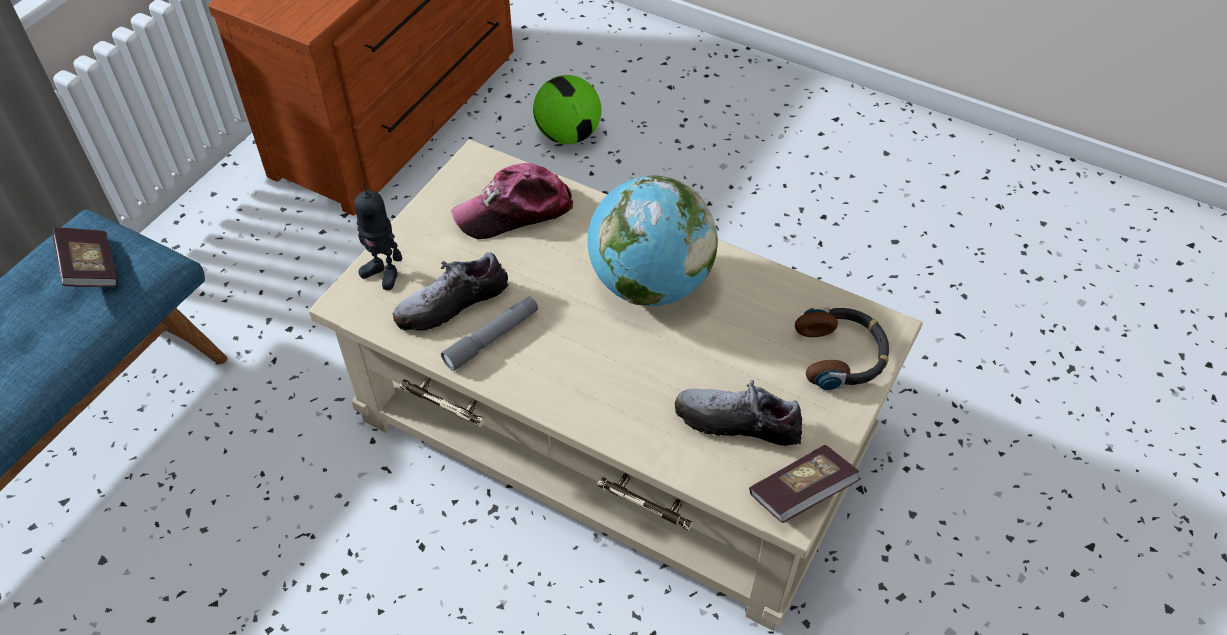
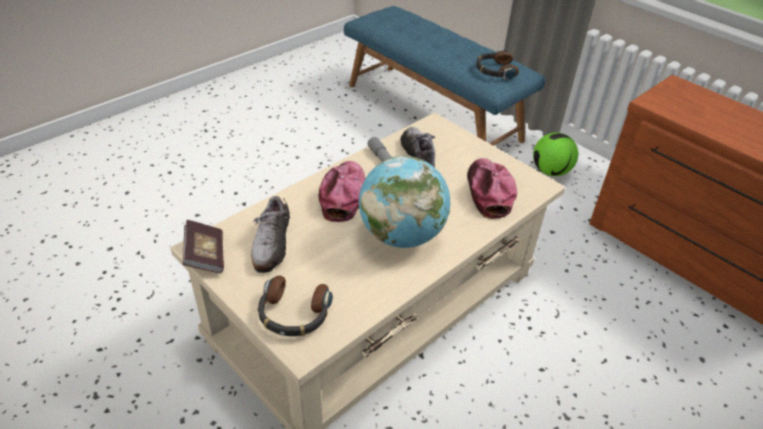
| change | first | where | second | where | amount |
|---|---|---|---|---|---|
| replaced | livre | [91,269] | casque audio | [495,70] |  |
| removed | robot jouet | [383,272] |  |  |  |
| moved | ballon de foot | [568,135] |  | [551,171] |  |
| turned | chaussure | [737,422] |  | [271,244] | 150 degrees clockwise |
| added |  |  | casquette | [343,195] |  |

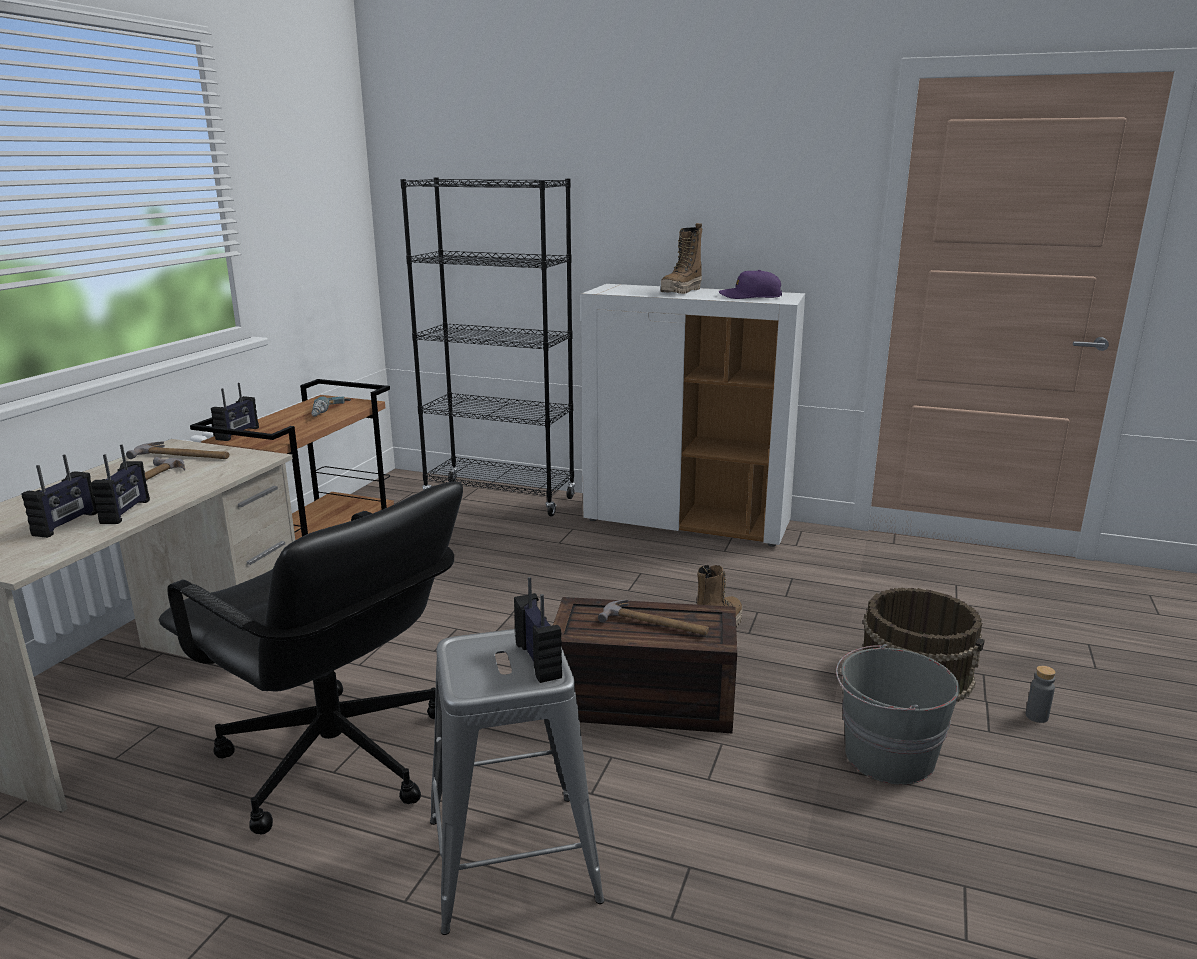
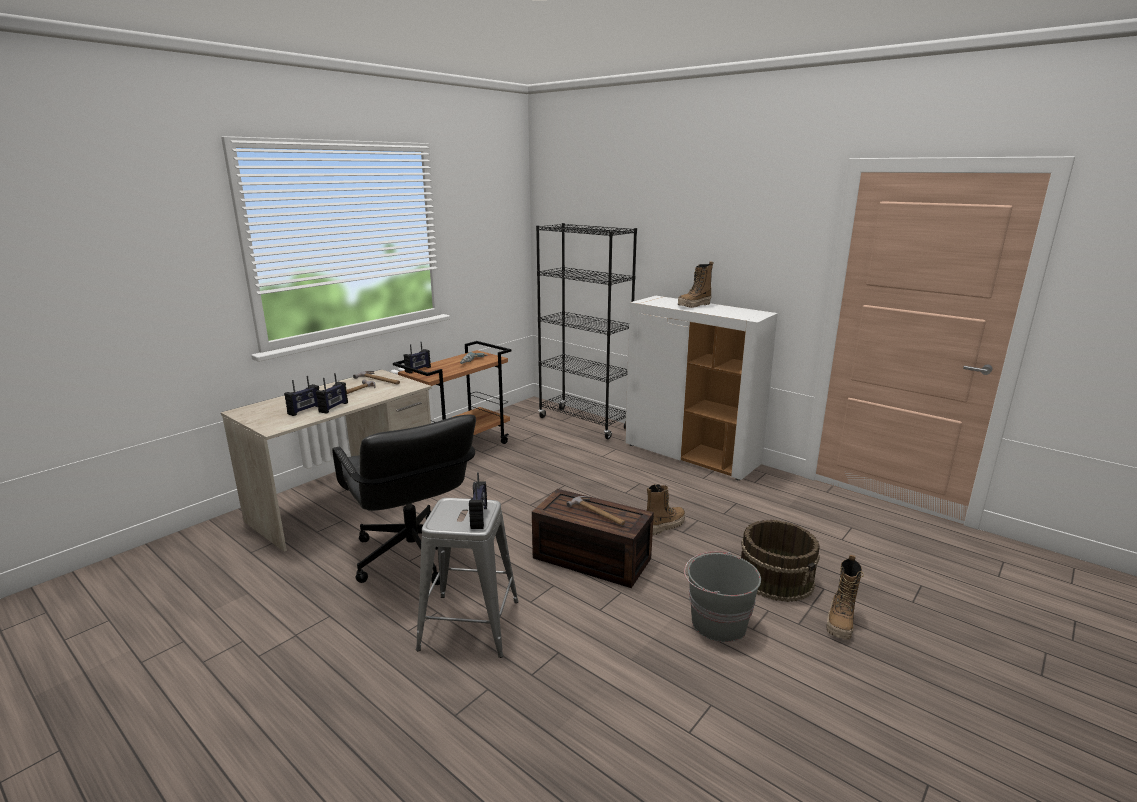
| change | first | where | second | where | amount |
|---|---|---|---|---|---|
| removed | casquette/violet | [750,296] |  |  |  |
| replaced | bouteille/gris | [1036,716] | botte | [840,622] |  |

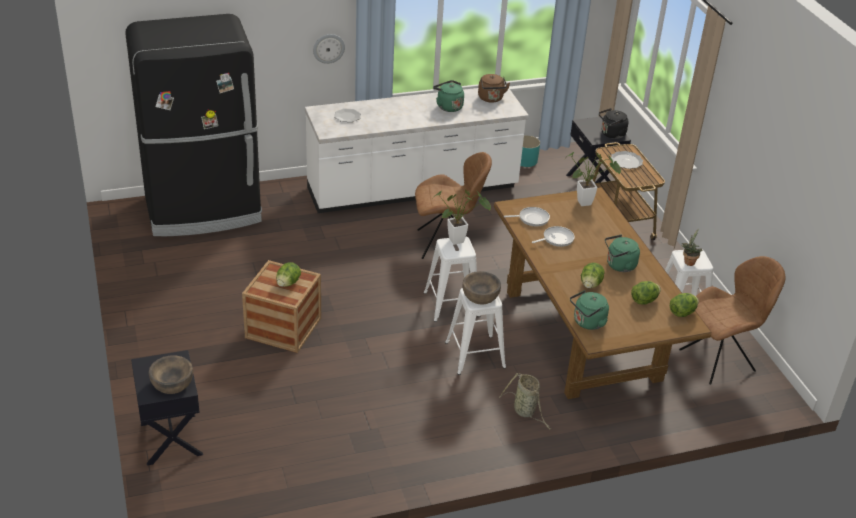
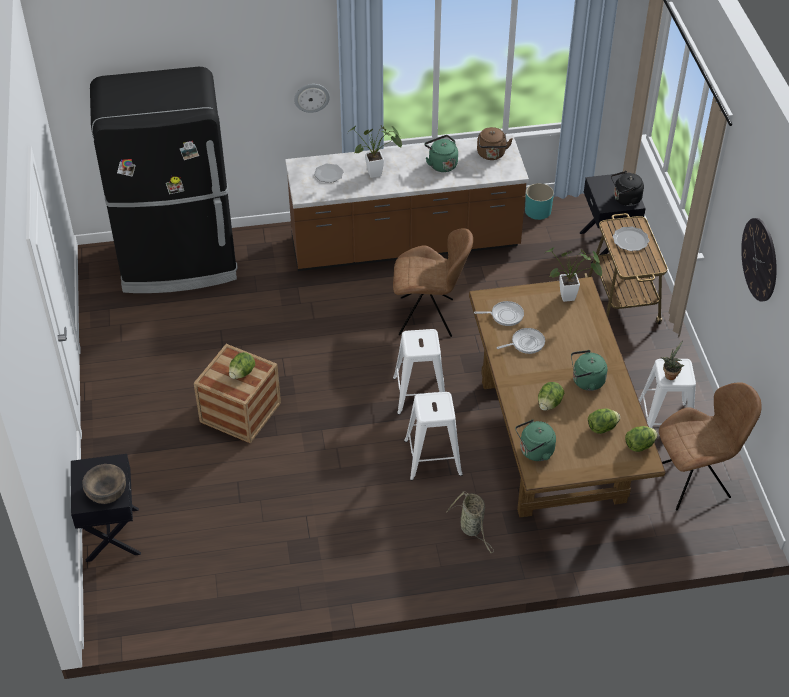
| change | first | where | second | where | amount |
|---|---|---|---|---|---|
| recoloured | comptoir de cuisine/blanc | [413,190] | comptoir de cuisine/marron | [405,245] |  |
| moved | plante en pot | [459,240] |  | [378,173] |  |
| removed | bol/marron | [480,295] |  |  |  |
| added |  |  | horloge murale | [759,259] |  |

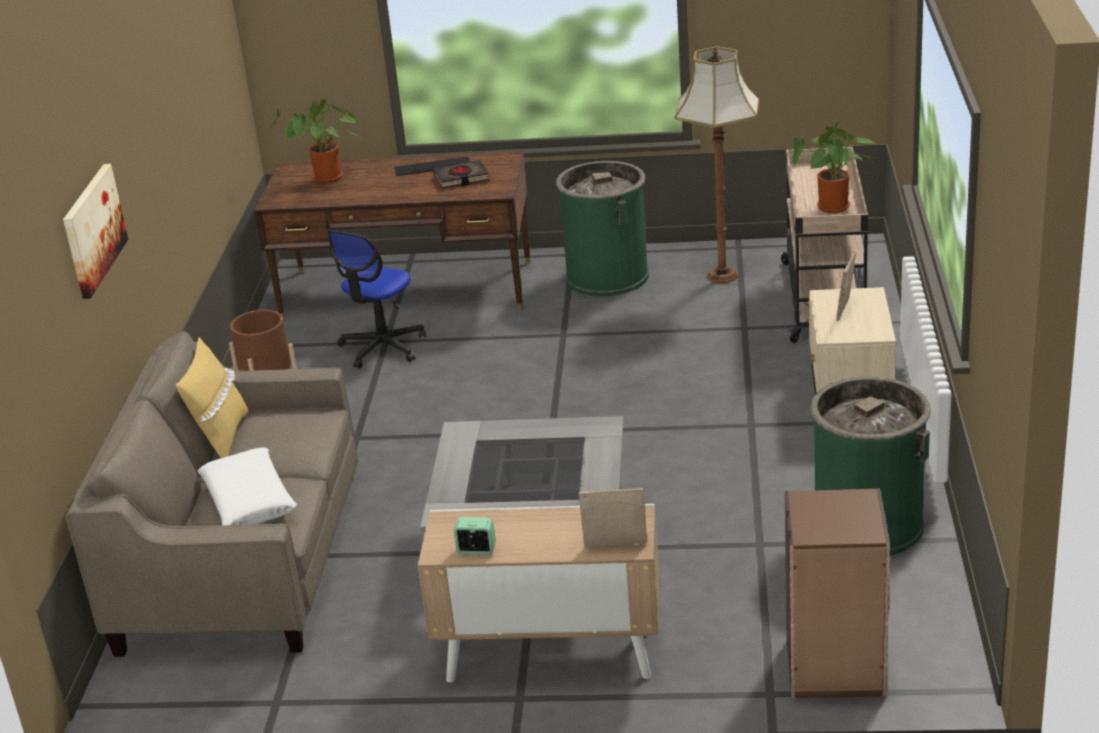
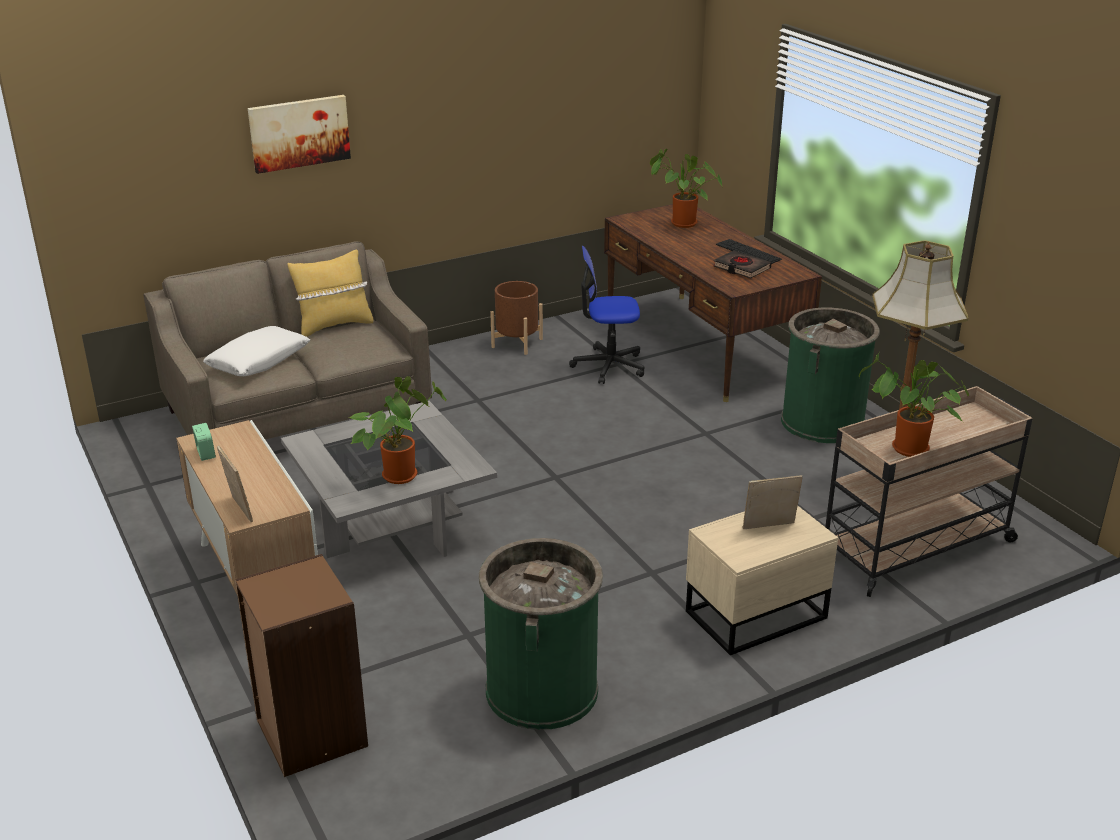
| change | first | where | second | where | amount |
|---|---|---|---|---|---|
| added |  |  | plante en pot | [400,473] |  |

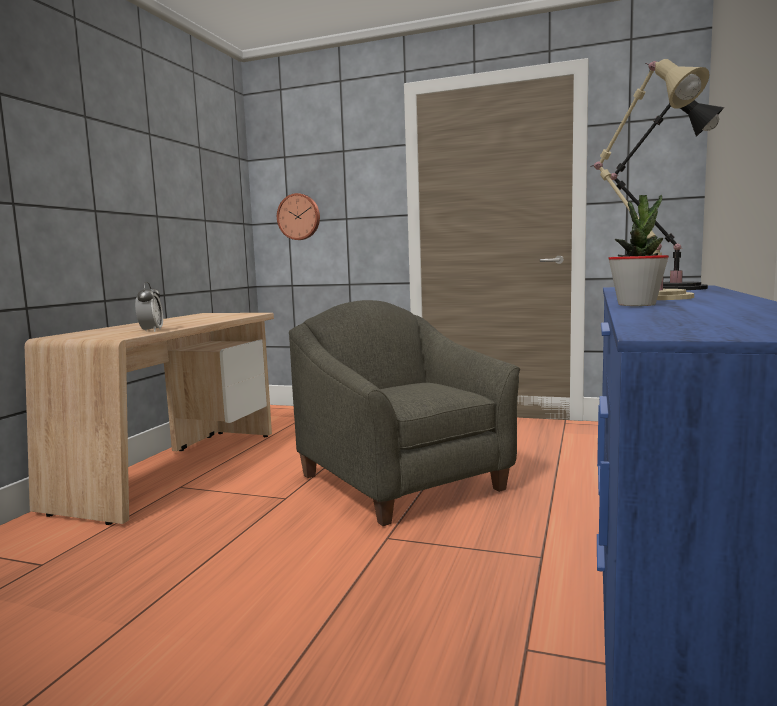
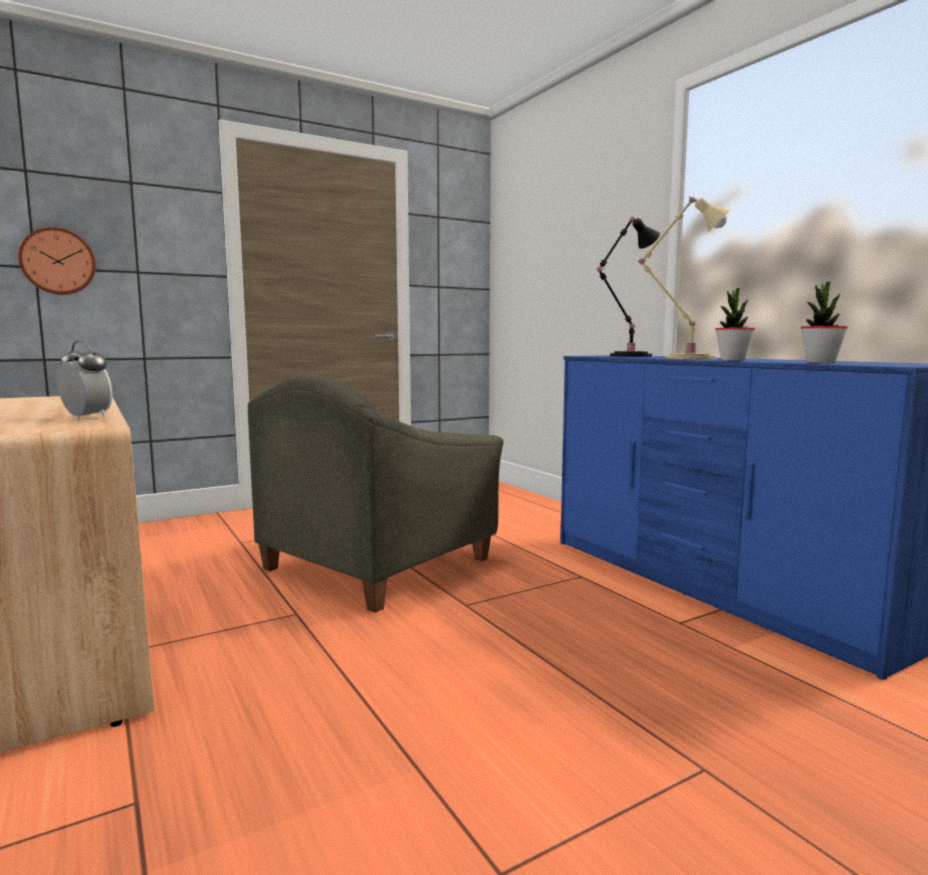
| change | first | where | second | where | amount |
|---|---|---|---|---|---|
| turned | fauteuil/gris | [403,482] |  | [380,565] | 60 degrees counterclockwise |
| added |  |  | plante en pot | [820,362] |  |

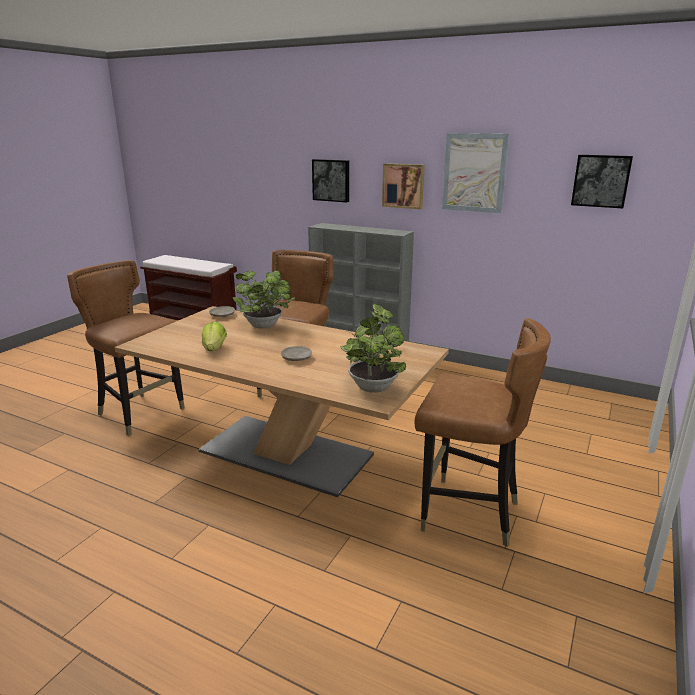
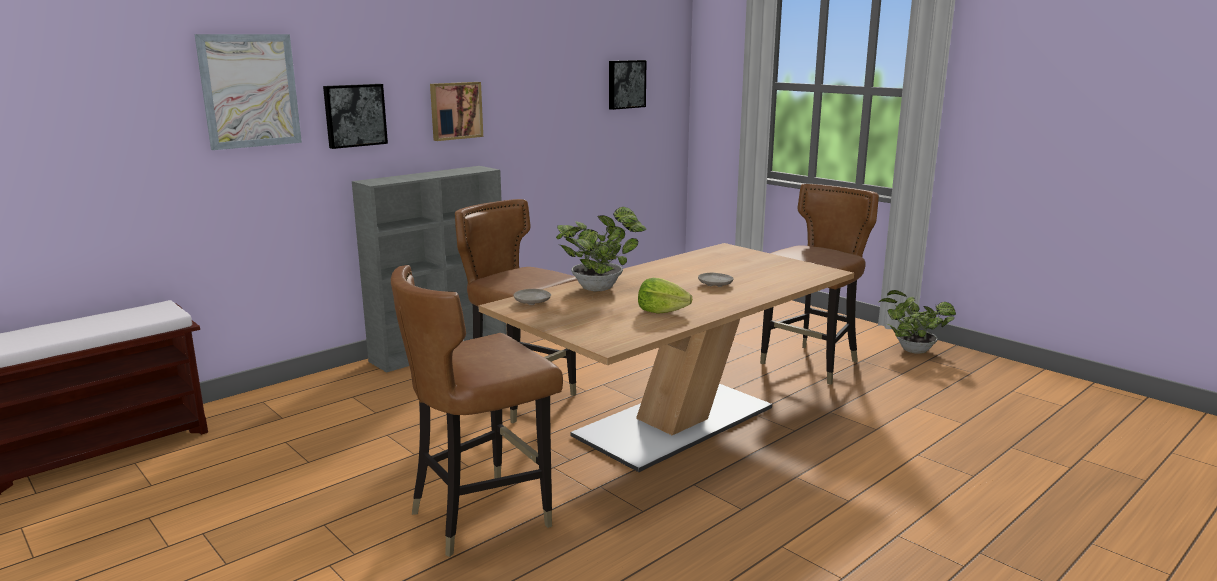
| change | first | where | second | where | amount |
|---|---|---|---|---|---|
| moved | plante en pot | [373,386] |  | [911,350] |  |
| moved | tableau | [474,173] |  | [250,91] |  |

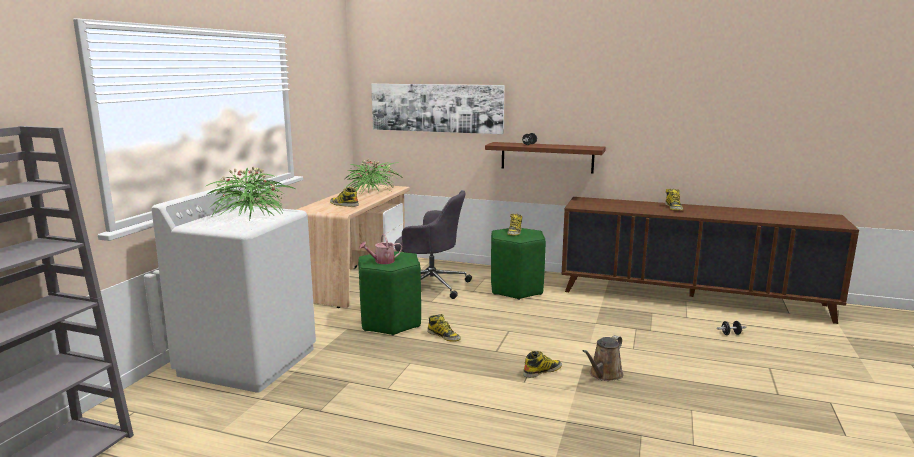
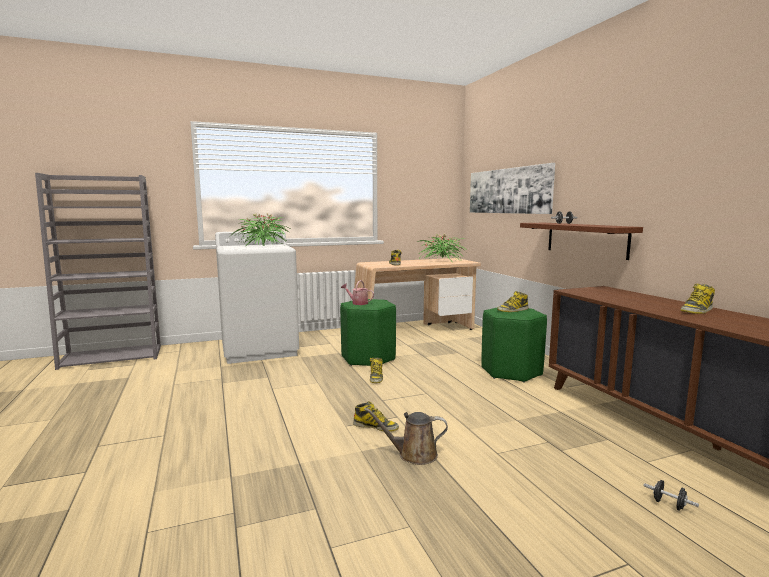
| change | first | where | second | where | amount |
|---|---|---|---|---|---|
| removed | chaise de bureau/gris | [431,285] |  |  |  |

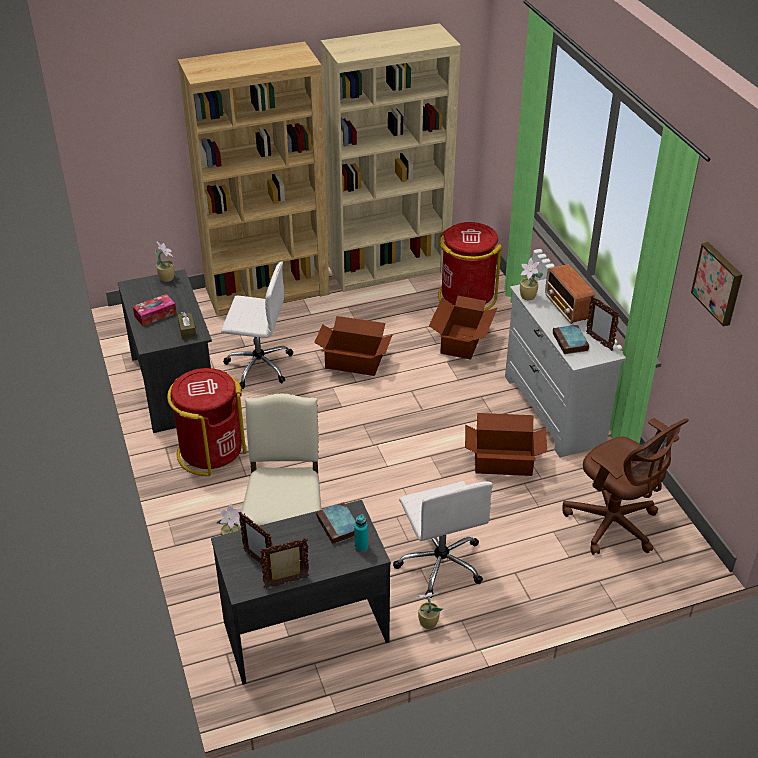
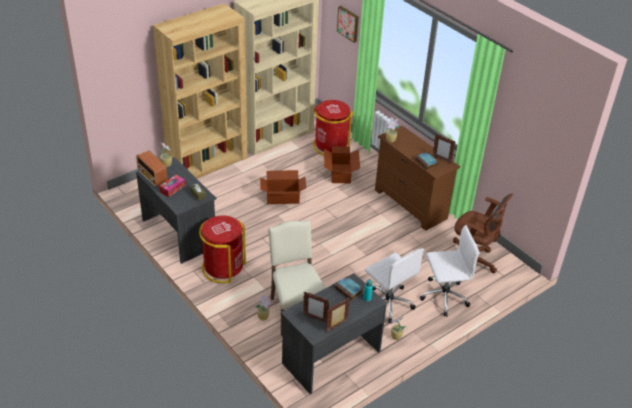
| change | first | where | second | where | amount |
|---|---|---|---|---|---|
| moved | chaise de bureau/blanc | [258,365] |  | [443,296] |  |
| removed | carton | [503,462] |  |  |  |
| recoloured | commode/blanc | [553,410] | commode/marron | [410,204] |  |
| moved | radio | [567,309] |  | [153,178] |  |
| moved | tableau | [719,283] |  | [348,23] |  |

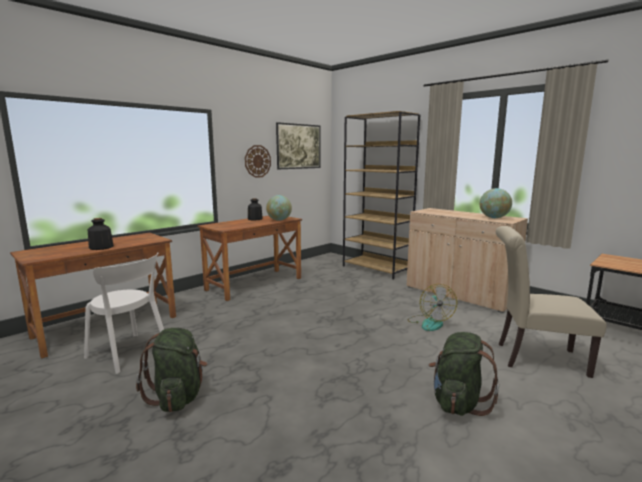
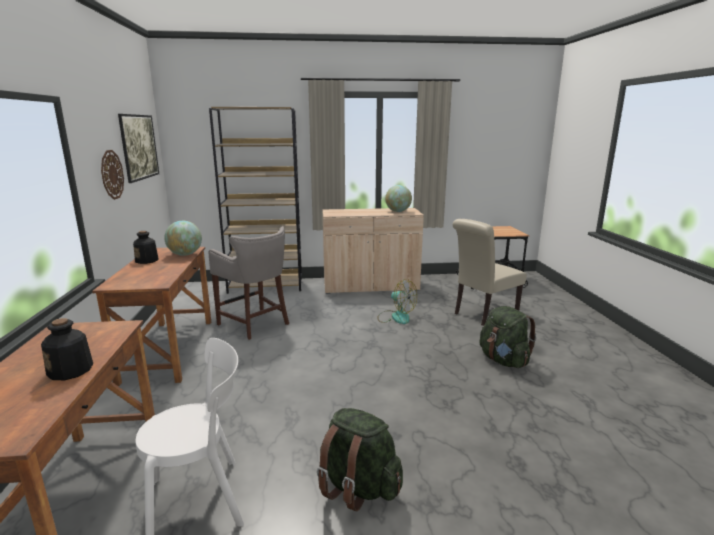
| change | first | where | second | where | amount |
|---|---|---|---|---|---|
| added |  |  | tabouret/gris | [255,324] |  |

